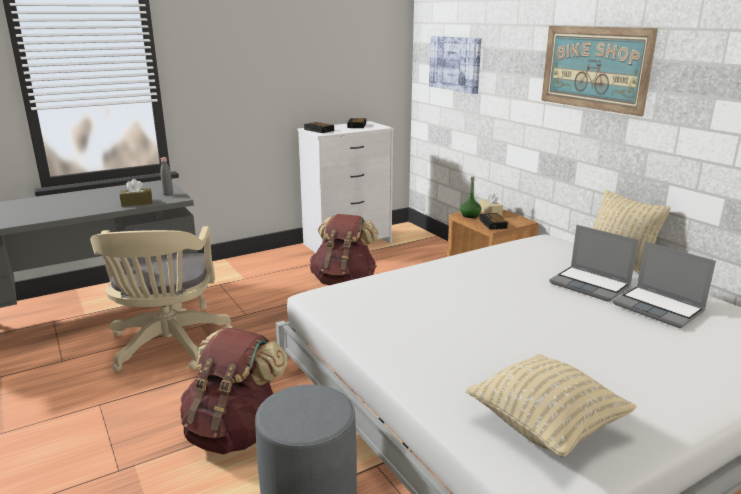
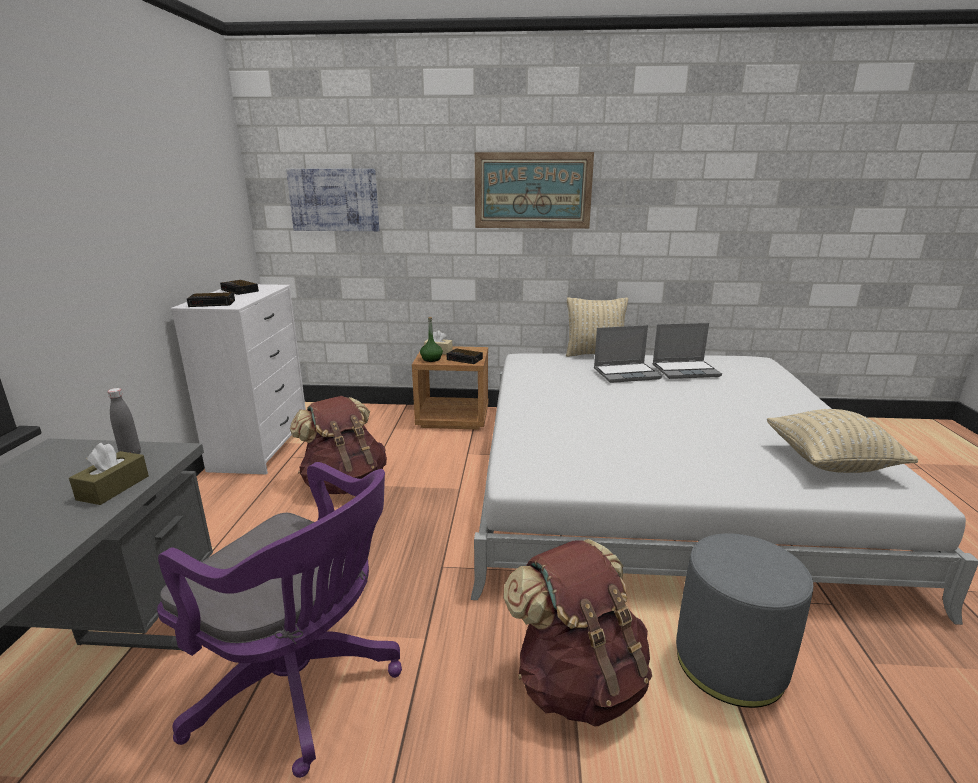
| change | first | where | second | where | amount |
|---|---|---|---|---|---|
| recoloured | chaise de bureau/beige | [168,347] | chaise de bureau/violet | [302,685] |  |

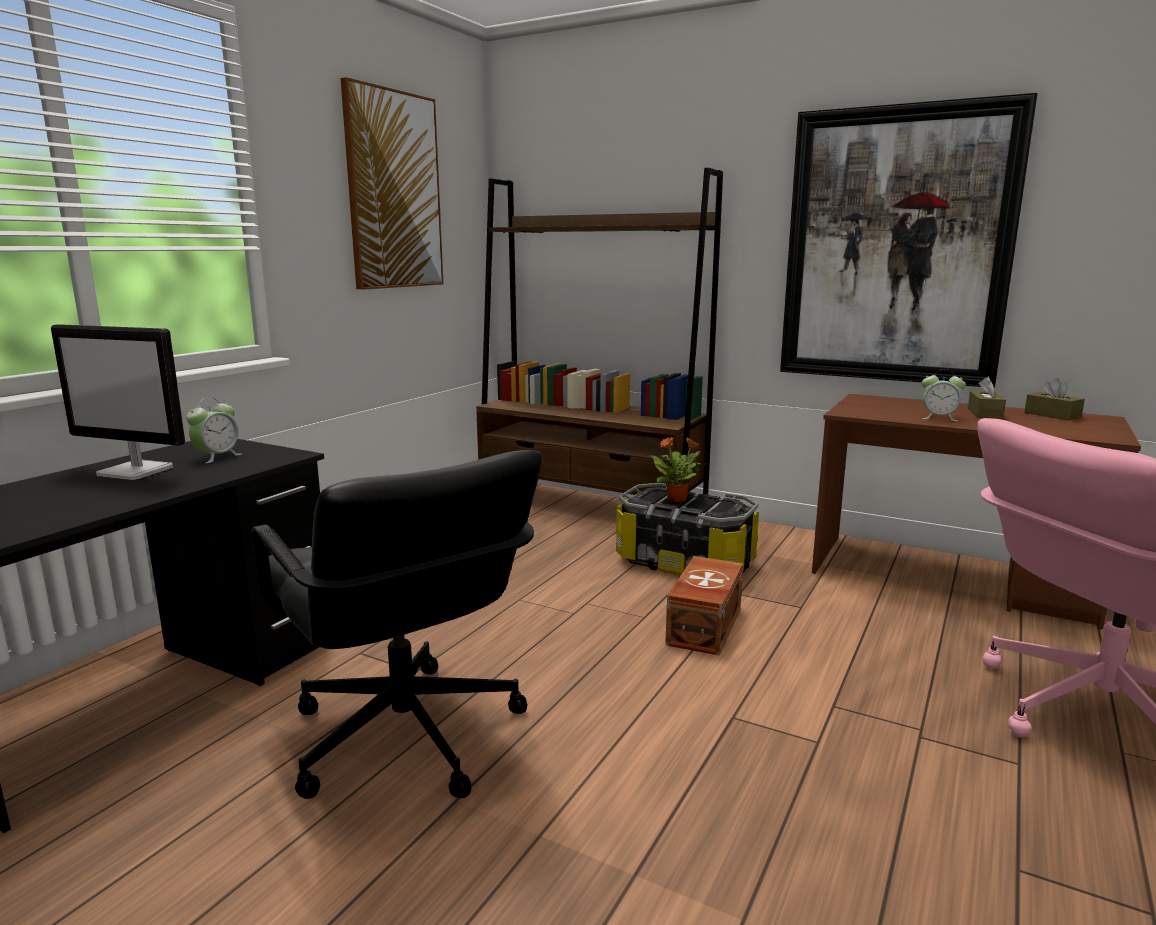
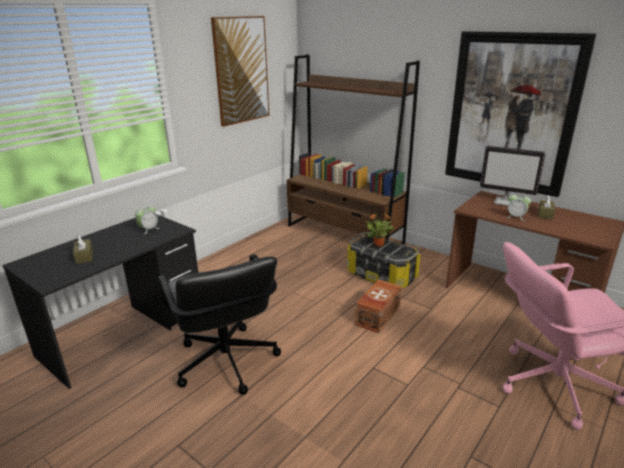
| change | first | where | second | where | amount |
|---|---|---|---|---|---|
| moved | écran d'ordinateur | [137,471] |  | [505,202] |  |
| moved | boîte à mouchoirs/marron | [1052,415] |  | [84,256] |  |

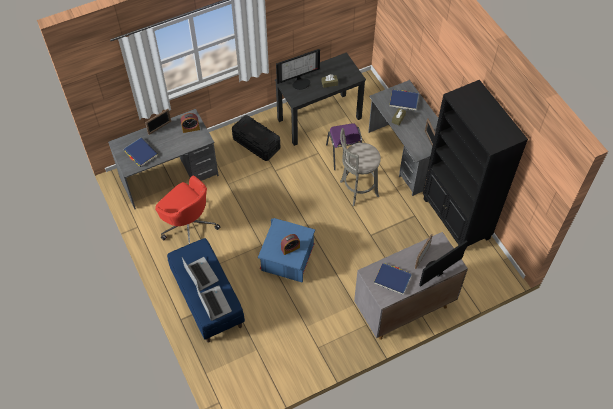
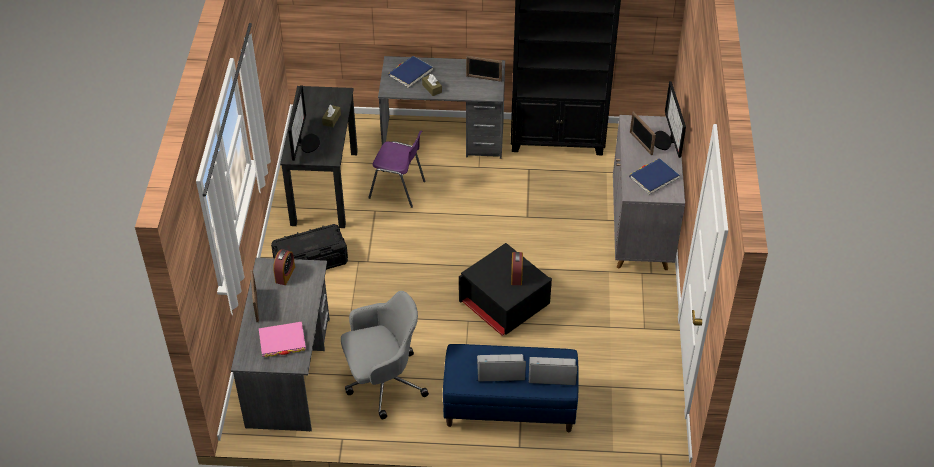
| change | first | where | second | where | amount |
|---|---|---|---|---|---|
| recoloured | livre/bleu | [141,153] | livre/rose | [282,341] |  |
| recoloured | chaise de bureau/rouge | [188,225] | chaise de bureau/gris | [382,382] |  |
| recoloured | boîte de rangement/bleu | [286,258] | boîte de rangement/noir | [504,305] |  |
| removed | tabouret/gris | [357,189] |  |  |  |

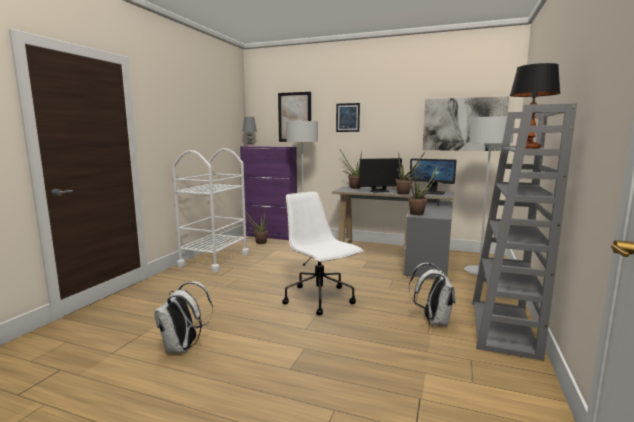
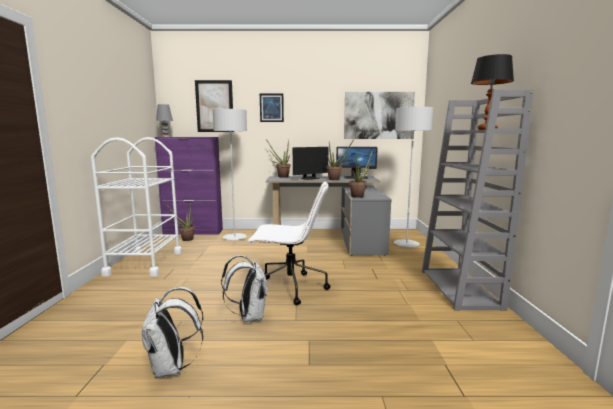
| change | first | where | second | where | amount |
|---|---|---|---|---|---|
| turned | chaise de bureau/blanc | [320,299] |  | [289,288] | 150 degrees clockwise |
| moved | sac à dos/blanc | [433,321] |  | [249,317] |  |

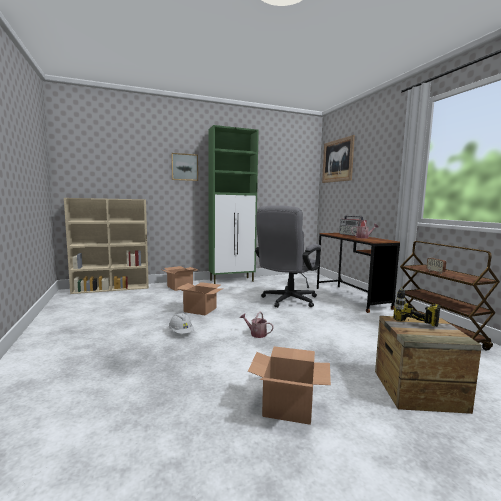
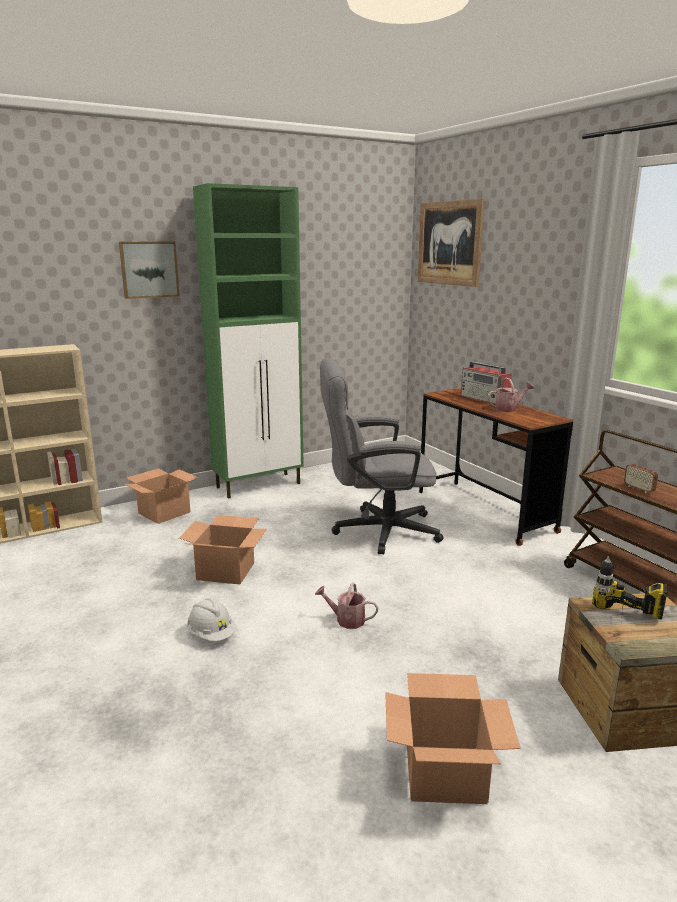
| change | first | where | second | where | amount |
|---|---|---|---|---|---|
| turned | chaise de bureau/gris | [287,301] |  | [376,531] | 60 degrees clockwise |

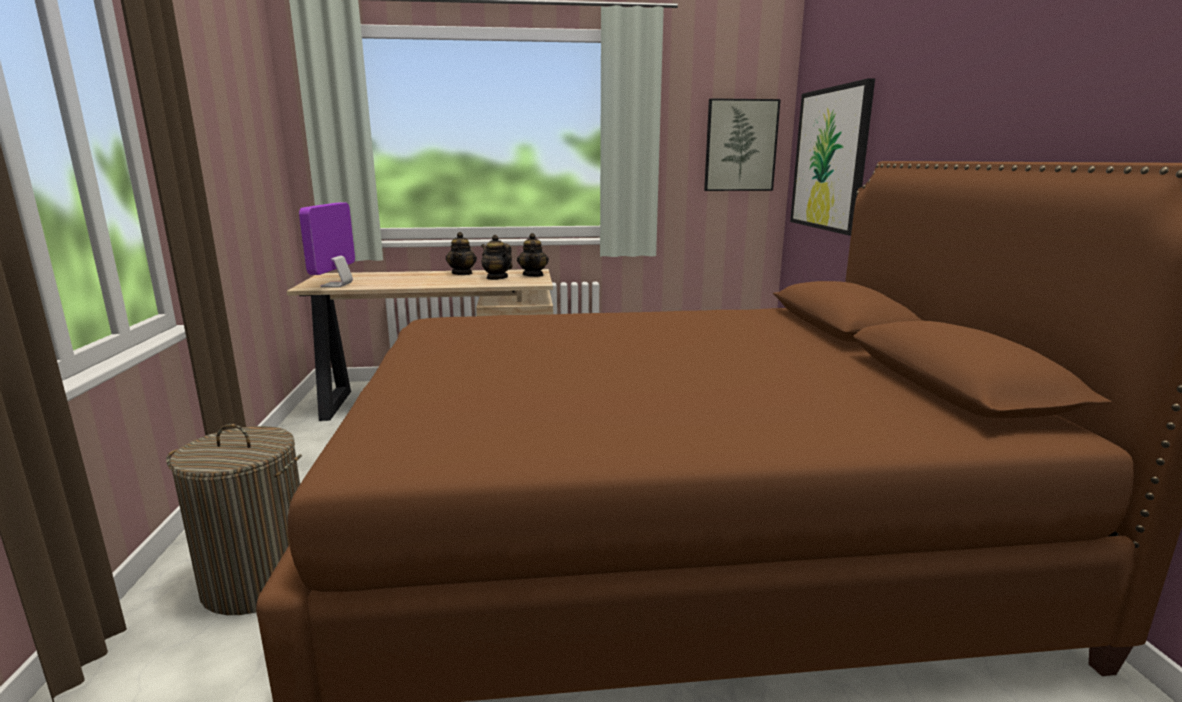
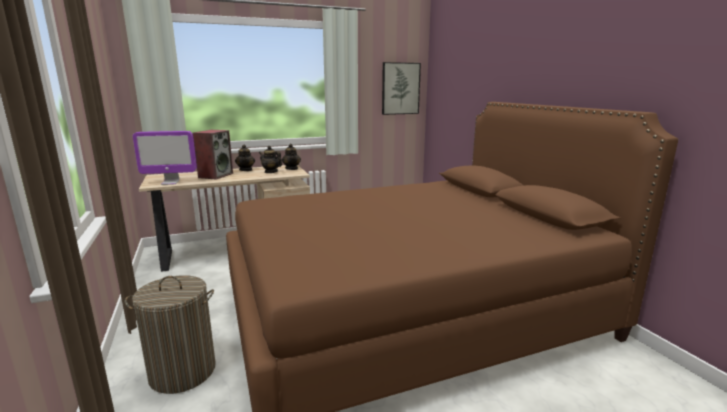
| change | first | where | second | where | amount |
|---|---|---|---|---|---|
| turned | écran d'ordinateur | [337,285] |  | [170,182] | 90 degrees counterclockwise |
| removed | tableau | [830,159] |  |  |  |
| added |  |  | enceinte | [215,175] |  |

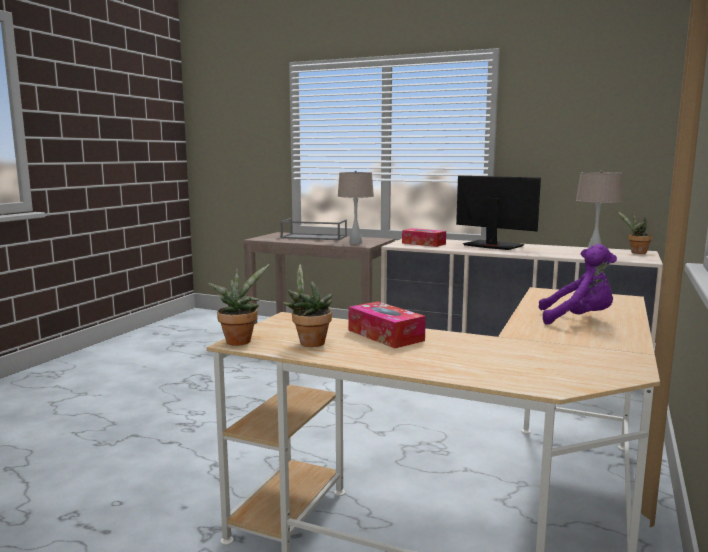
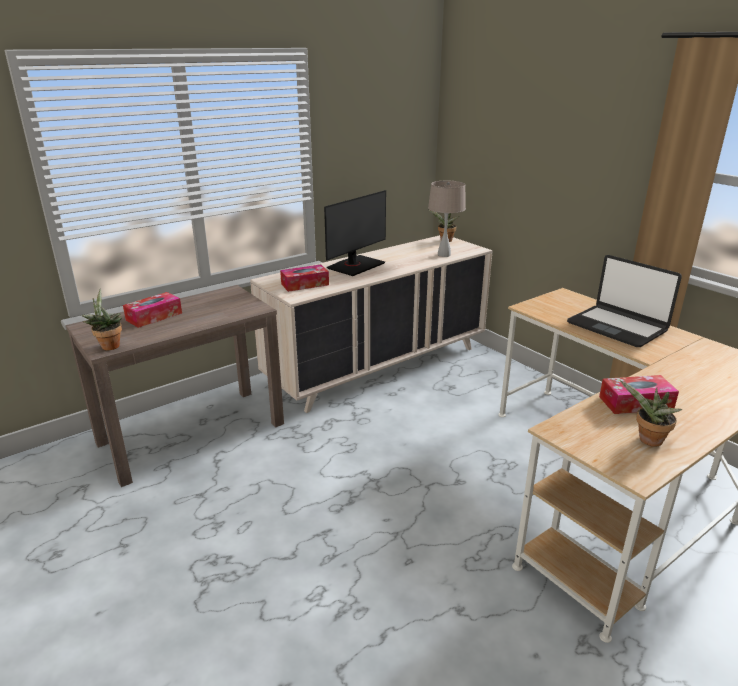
| change | first | where | second | where | amount |
|---|---|---|---|---|---|
| moved | plante en pot | [239,340] |  | [109,345] |  |
| replaced | plateau/gris | [313,237] | boîte à mouchoirs | [154,316] |  |
| removed | lampe de table/beige | [355,243] |  |  |  |
| turned | écran d'ordinateur | [493,245] |  | [355,266] | 150 degrees clockwise |
| replaced | peluche/violet | [578,319] | ordinateur portable | [617,327] |  |

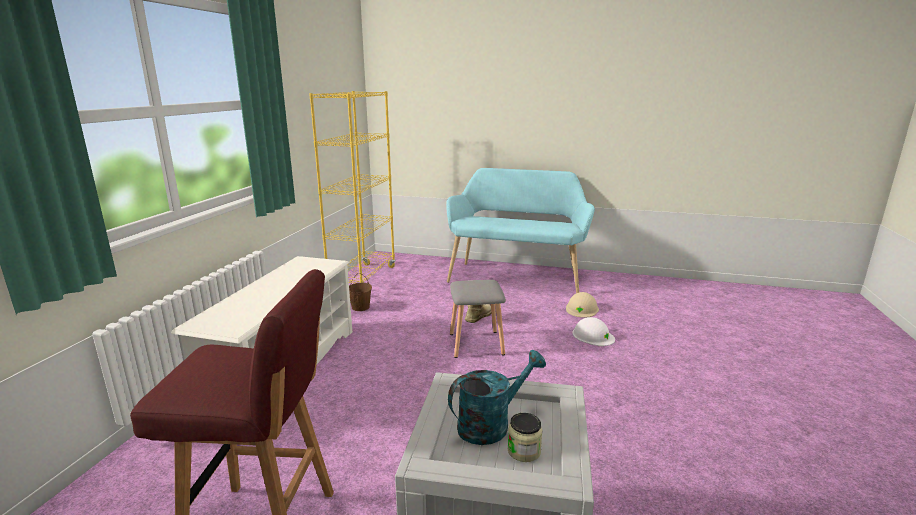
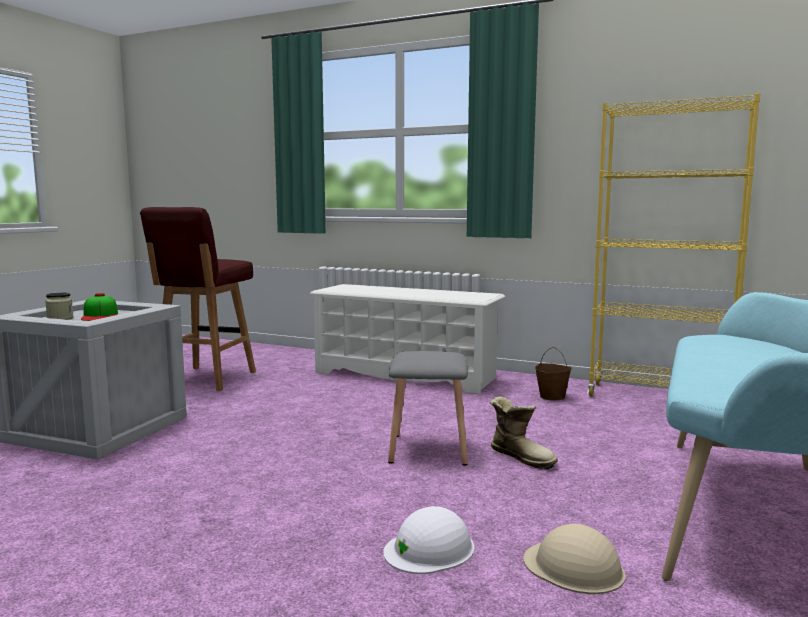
| change | first | where | second | where | amount |
|---|---|---|---|---|---|
| replaced | arrosoir/turquoise | [491,424] | casquette | [100,315] |  |

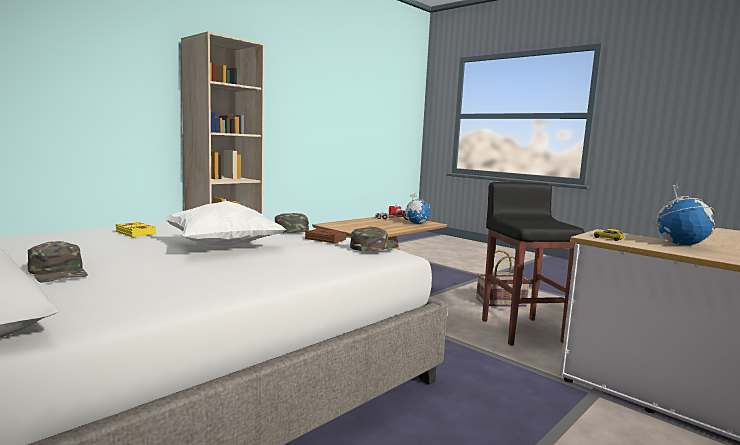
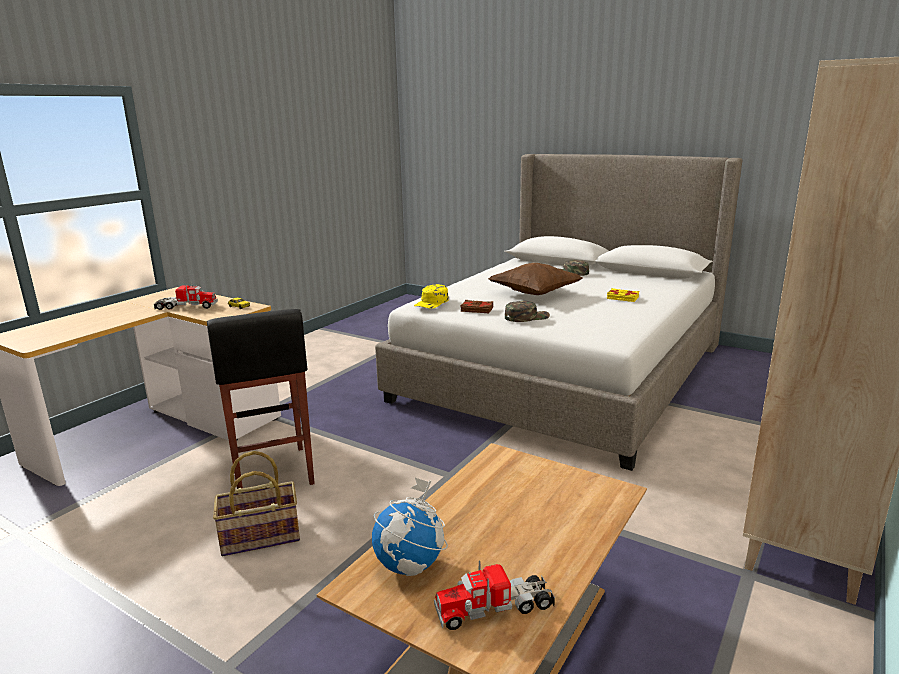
| change | first | where | second | where | amount |
|---|---|---|---|---|---|
| recoloured | coussin/blanc | [223,246] | coussin/marron | [534,293] |  |
| recoloured | casquette/vert | [373,247] | casquette/jaune | [432,303] |  |
| replaced | globe | [680,244] | camion jouet | [186,307] |  |

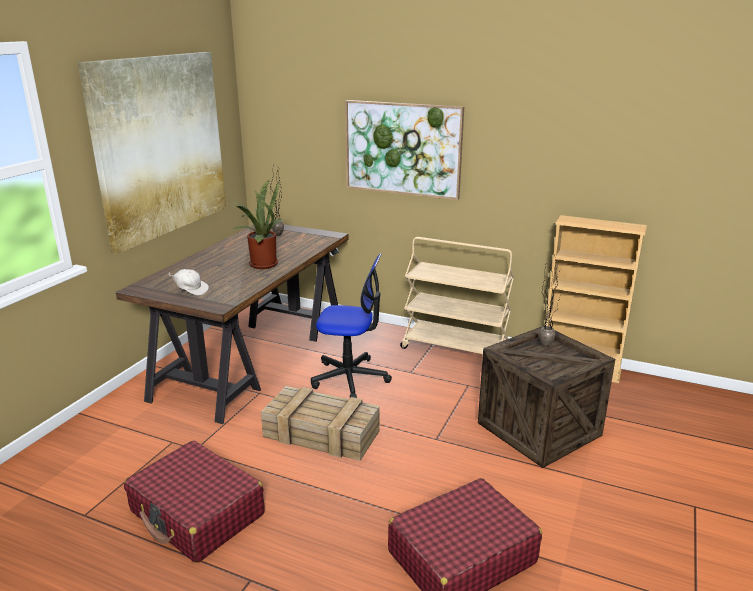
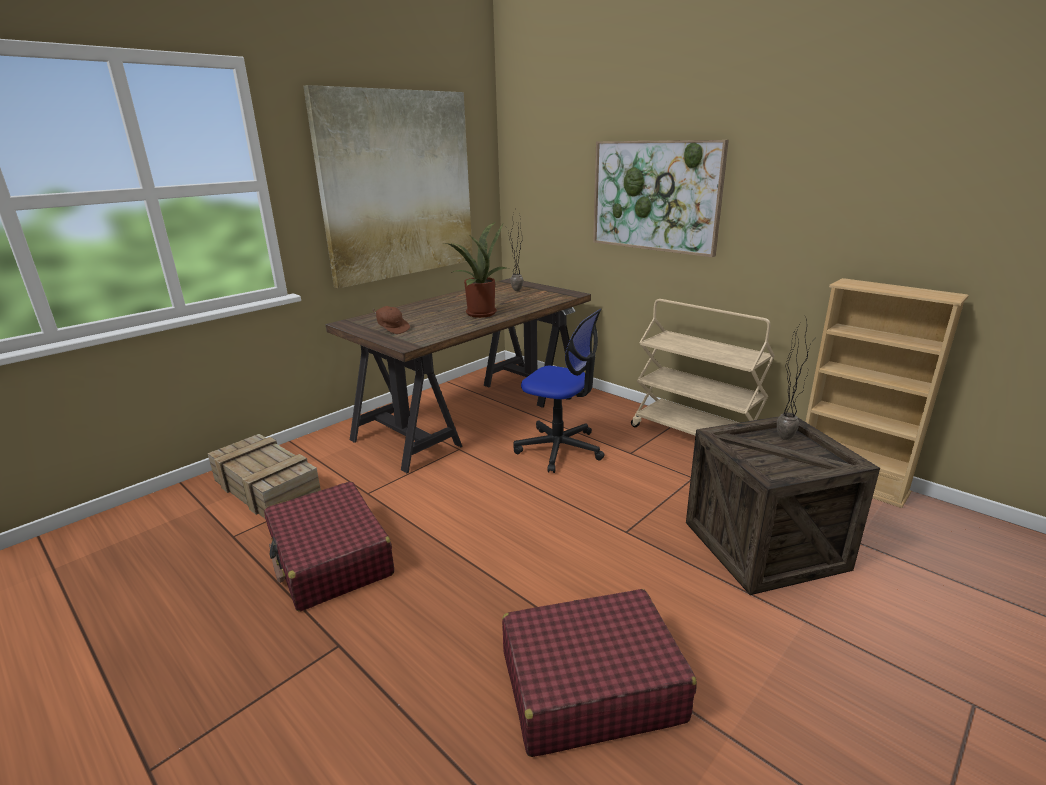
| change | first | where | second | where | amount |
|---|---|---|---|---|---|
| recoloured | casquette/blanc | [191,290] | casquette/marron | [392,329] |  |
| moved | caisse | [323,434] |  | [268,488] |  |

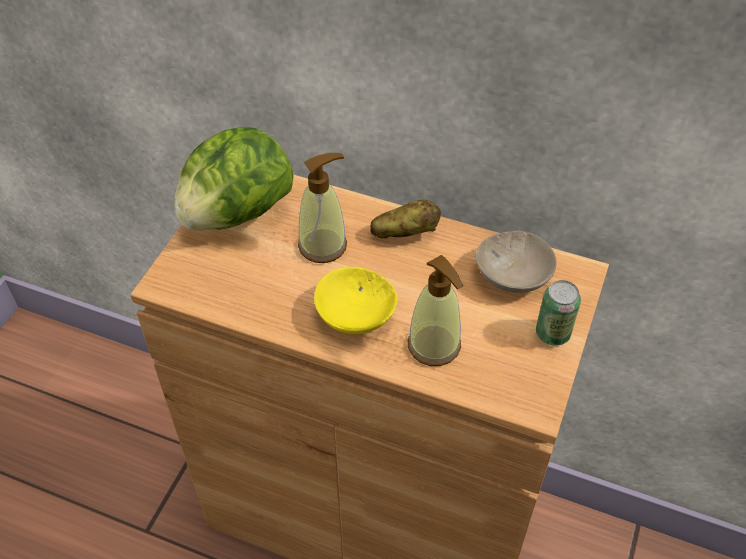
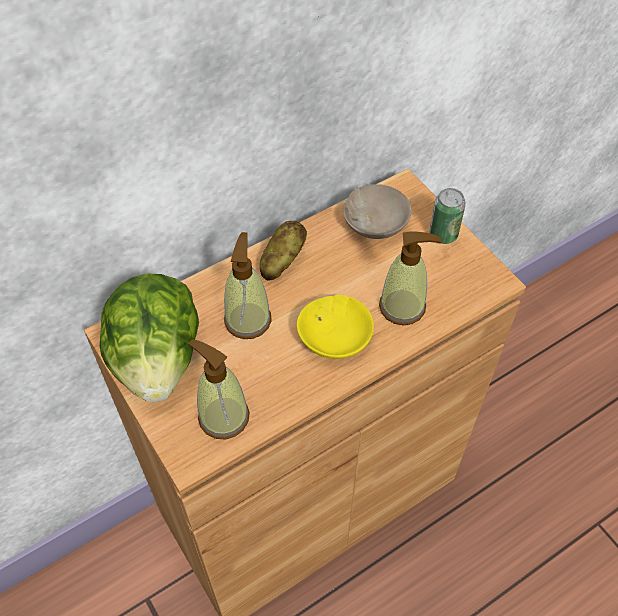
| change | first | where | second | where | amount |
|---|---|---|---|---|---|
| added |  |  | distributeur de savon | [223,416] |  |

